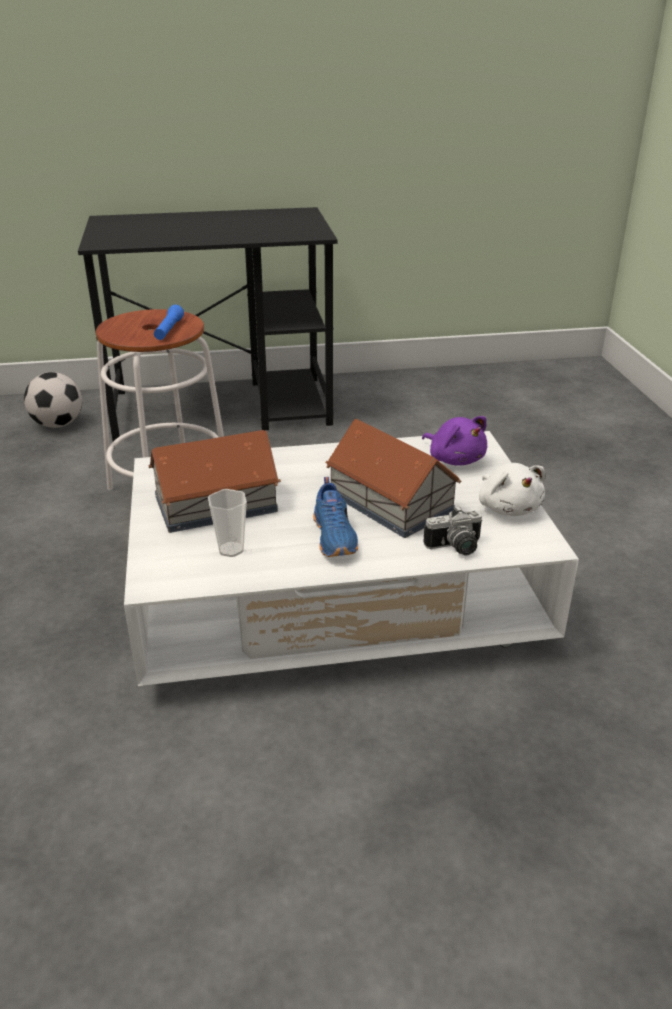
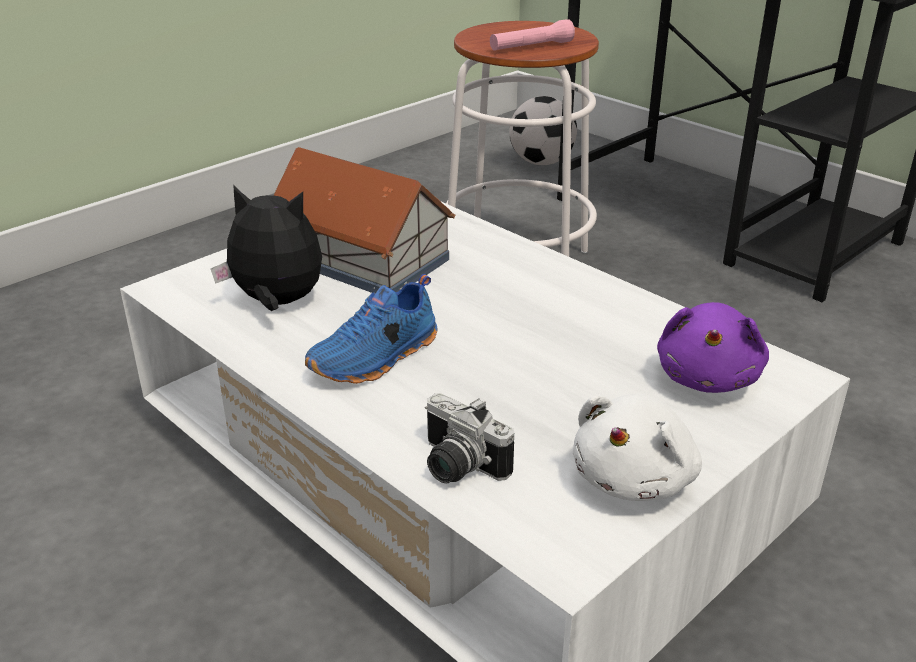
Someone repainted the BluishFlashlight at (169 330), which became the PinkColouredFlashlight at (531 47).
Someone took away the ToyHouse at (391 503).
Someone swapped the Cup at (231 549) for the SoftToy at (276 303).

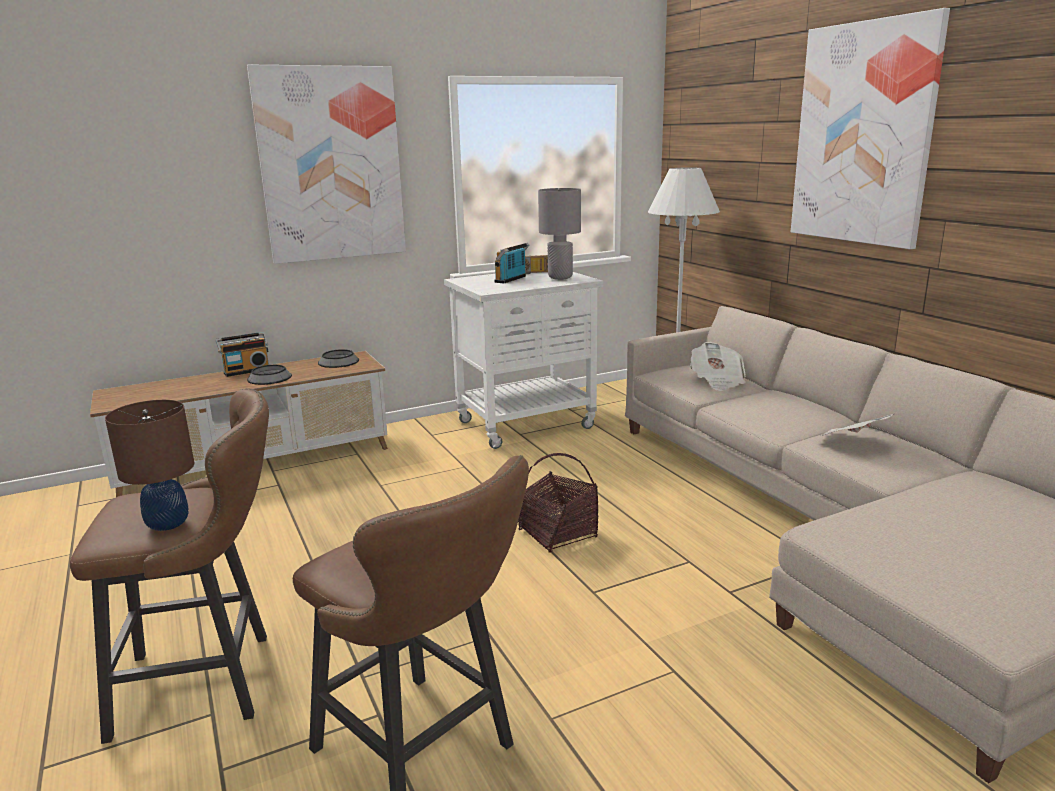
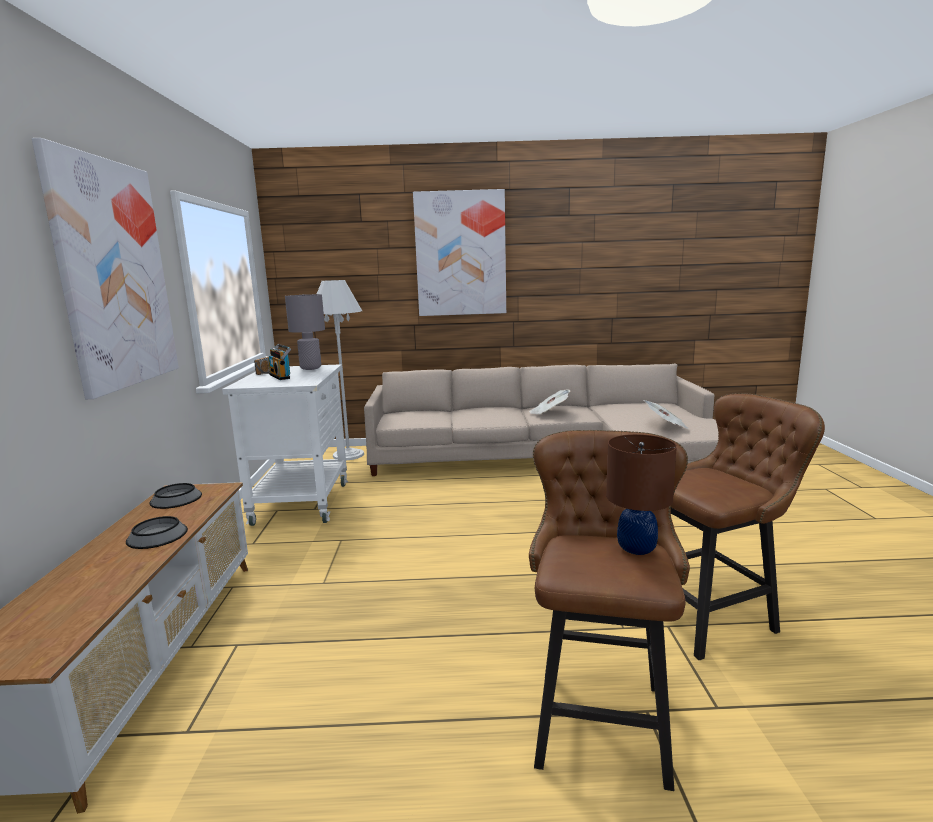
Someone took away the RadioSet at (246 371).
Someone carried the DailyPaper from (717 381) to (665 426).
Someone took away the StorageBasket at (558 534).

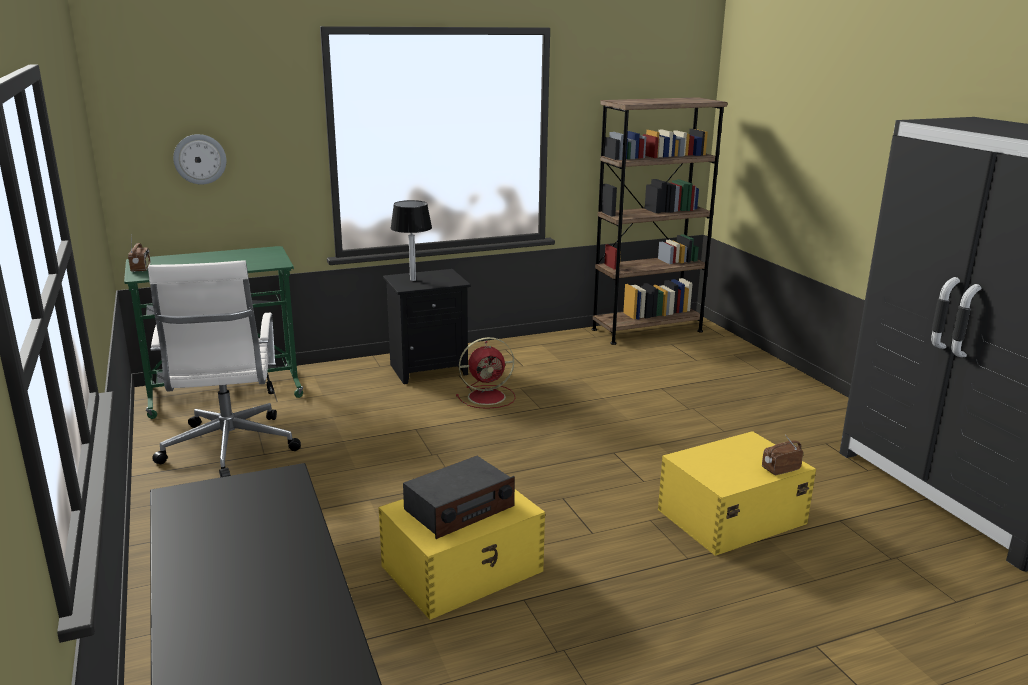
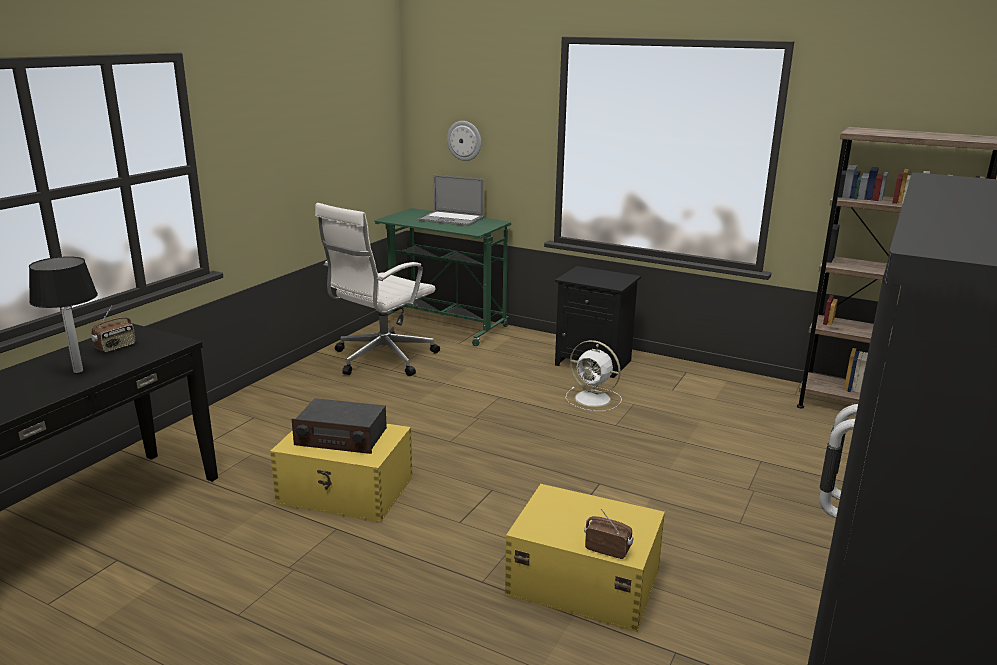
Someone carried the LampForATable from (413 280) to (78 371).
Someone carried the RadioSet from (141 268) to (116 347).
Someone repainted the RedColouredElectricFan at (488 397), which became the WhitishElectricFan at (594 399).
Someone put down the PortableComputer at (451 219).

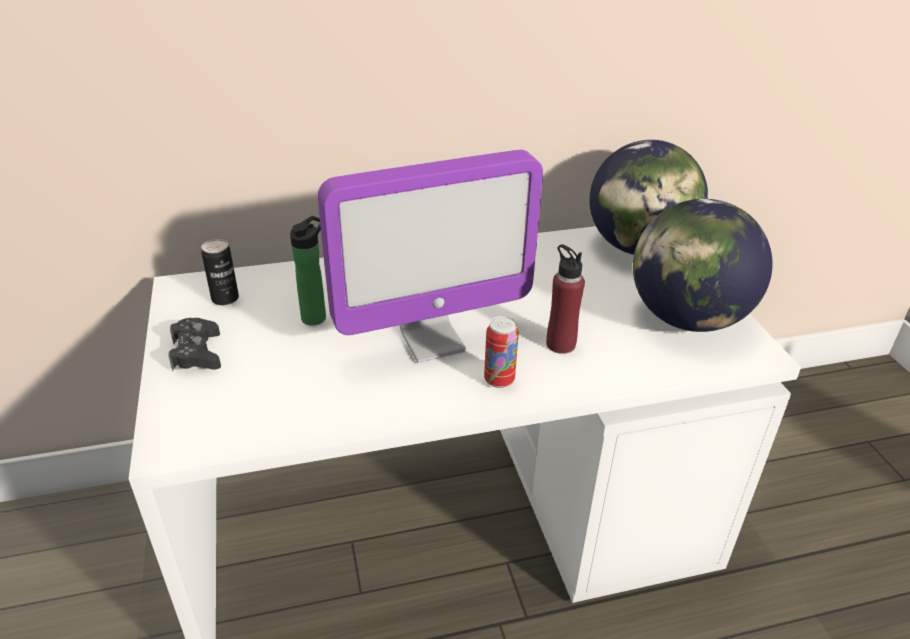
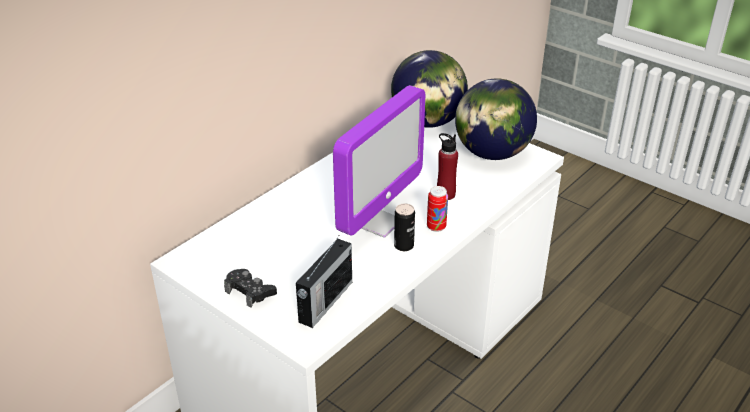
Someone took away the Bottle at (316 316).
Someone carried the Can from (225 298) to (404 246).
Someone put down the RadioSet at (325 302).

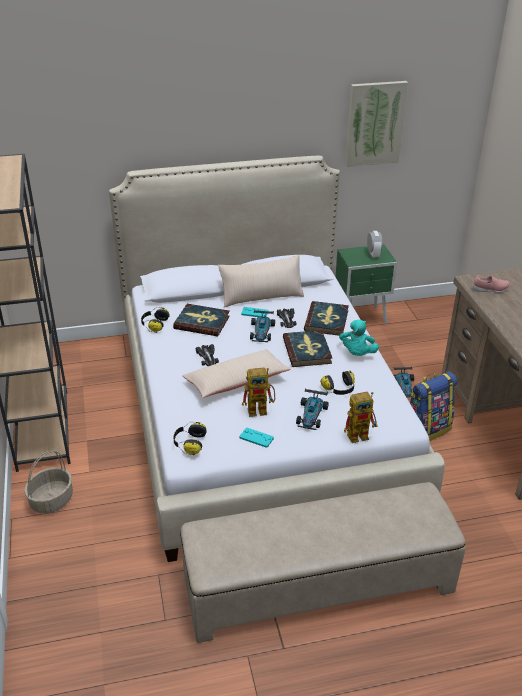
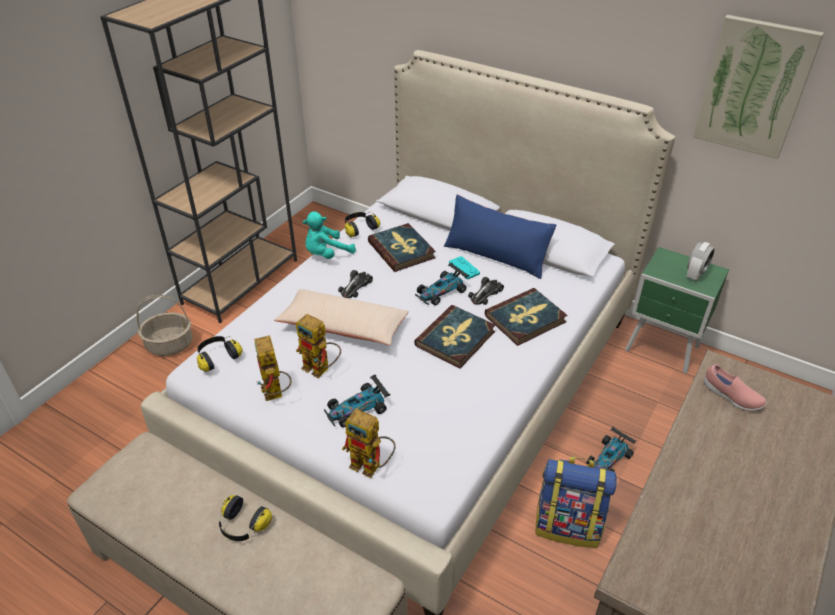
Someone repainted the SandColouredCushion at (261 297), which became the BluishCushion at (496 255).
Someone carried the TurquoiseSoftToy from (357 353) to (327 254).
Someone carried the Headset from (339 389) to (243 526).
Someone swapped the TurquoiseJoypad at (256 438) for the ToyRobot at (276 394).

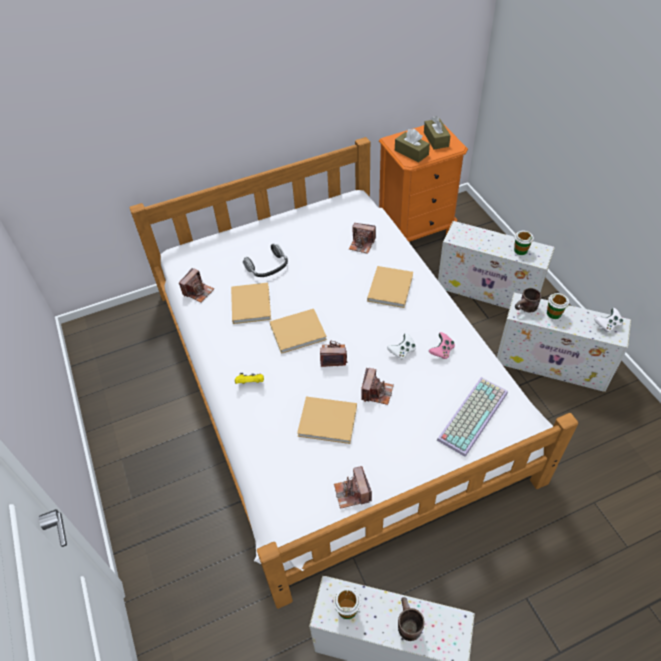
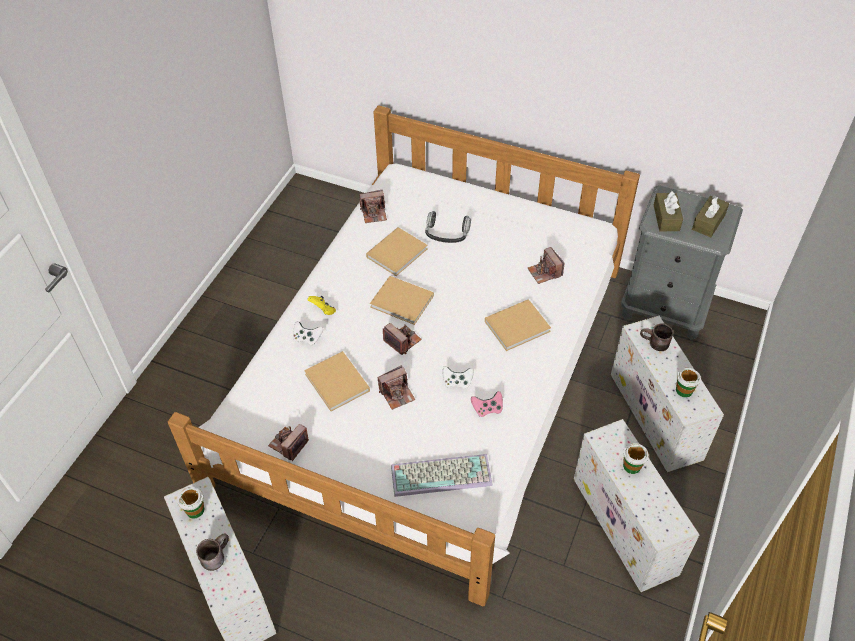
Someone repainted the OrangeyBedsideTable at (417 229), which became the GrayBedsideTable at (664 309).
Someone carried the BrownishTeaMug from (526 309) to (654 344).
Someone carried the WhitishJoypad from (607 325) to (307 338).

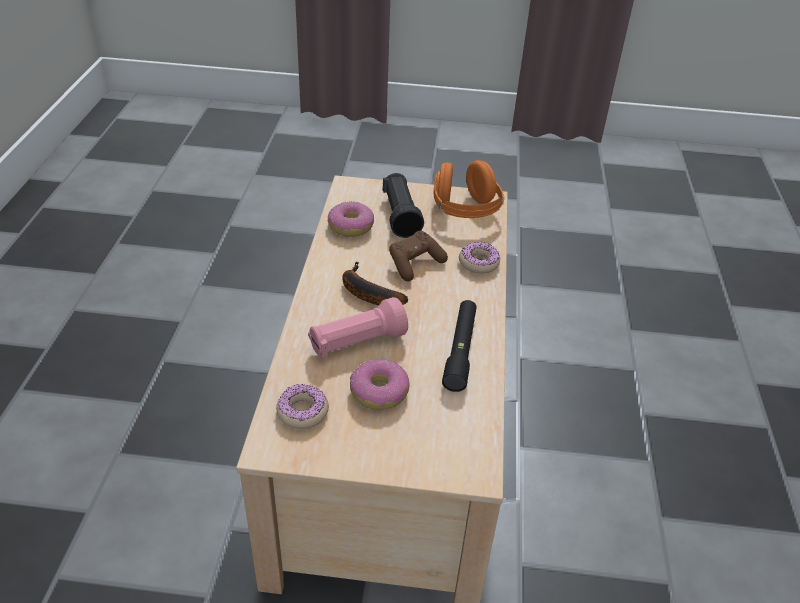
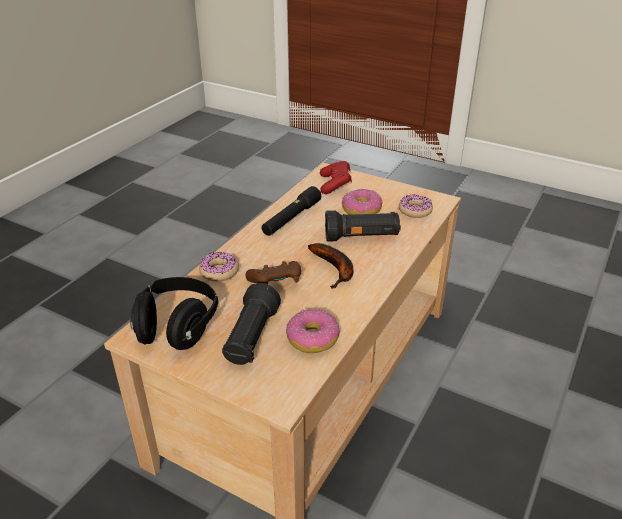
Someone repainted the OrangeyHeadset at (465 210), which became the BlackishHeadset at (177 327).
Someone repainted the PinkColouredFlashlight at (357 342), which became the BlackishFlashlight at (361 237).
Someone put down the RedColouredJoypad at (335 185).

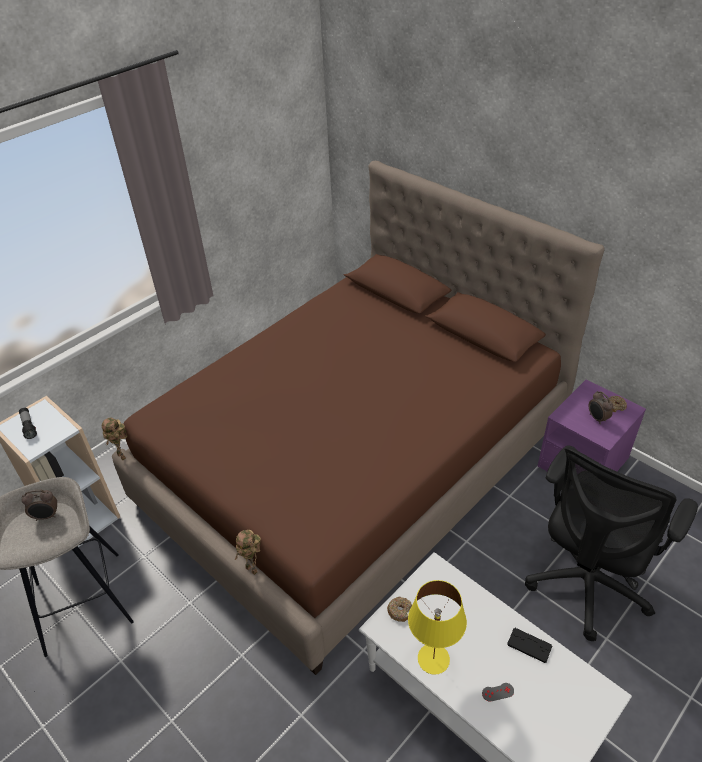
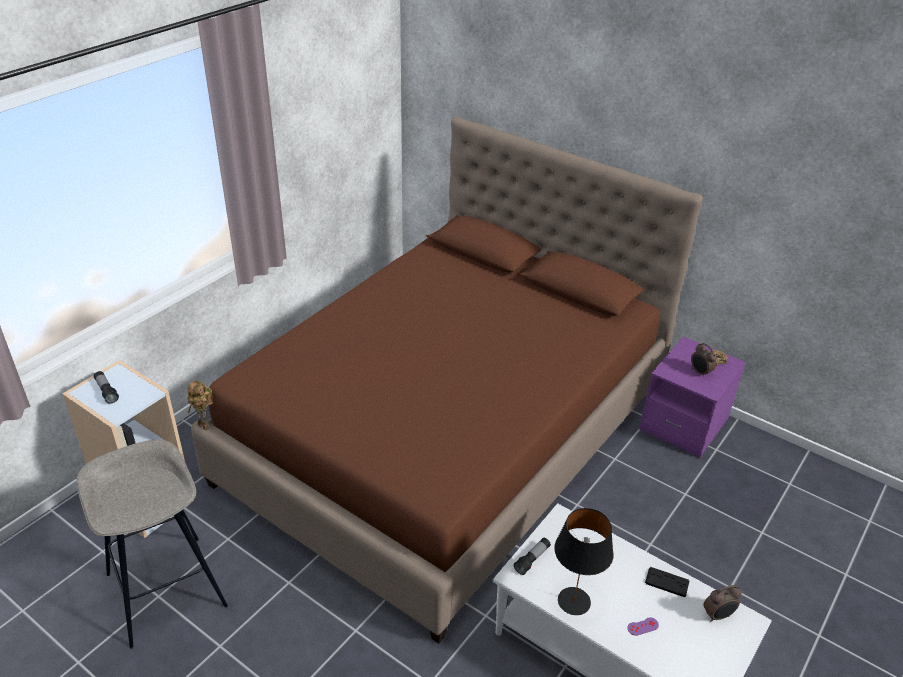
Someone took away the BlackishDeskChair at (588 576).
Someone carried the TableClock from (46 516) to (718 616).
Someone took away the ToyRobot at (253 569).
Someone repainted the YellowLampForATable at (433 659), which became the BlackishLampForATable at (573 601).
Someone swapped the RingDoughnut at (399 611) for the Flashlight at (532 559).
Someone repainted the GrayJoypad at (497 692), which became the PurpleJoypad at (643 626).

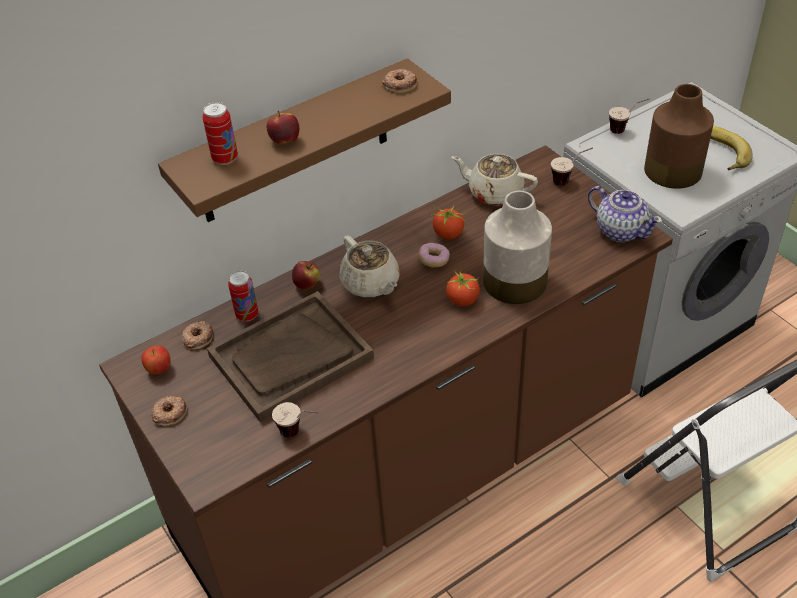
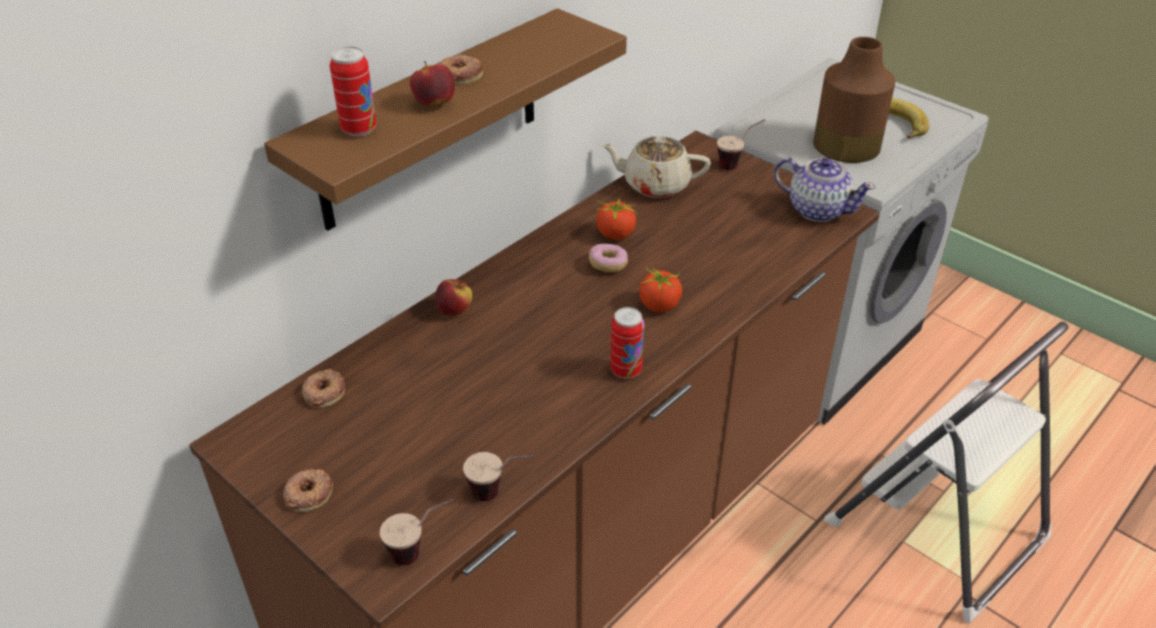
Someone carried the RingDoughnut from (399 84) to (459 75).
Someone carried the Cup from (625 129) to (422 550).
Someone took away the SandColouredDecorativeVase at (514 281).
Someone took away the SandColouredPotForTea at (371 283).
Someone carried the Can from (247 315) to (626 370).
Someone took away the BrownishCarryingTray at (290 358).
Someone took away the AppleFruit at (159 369).

